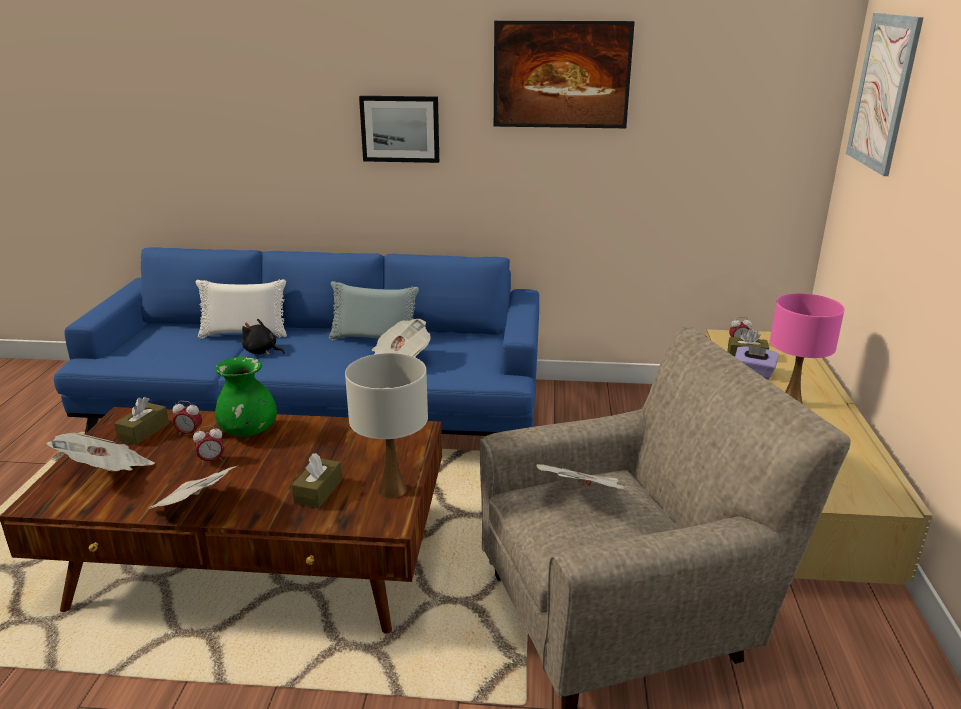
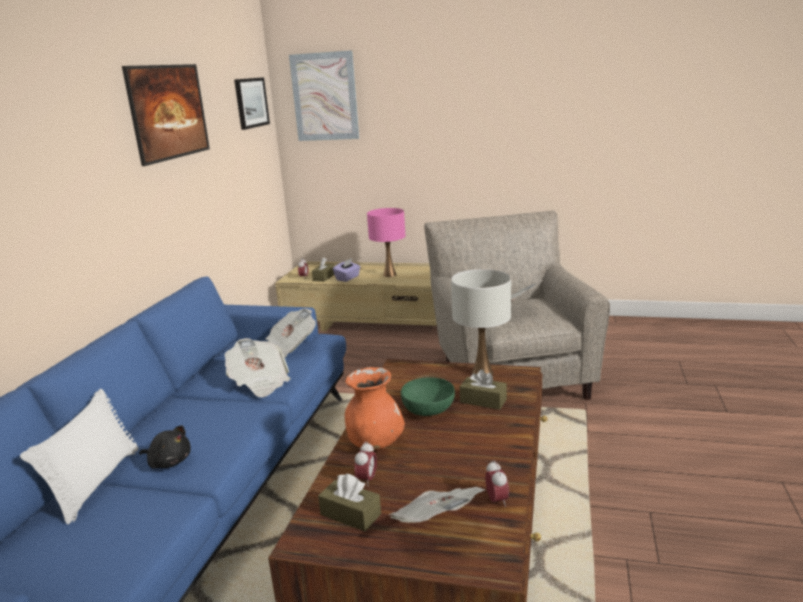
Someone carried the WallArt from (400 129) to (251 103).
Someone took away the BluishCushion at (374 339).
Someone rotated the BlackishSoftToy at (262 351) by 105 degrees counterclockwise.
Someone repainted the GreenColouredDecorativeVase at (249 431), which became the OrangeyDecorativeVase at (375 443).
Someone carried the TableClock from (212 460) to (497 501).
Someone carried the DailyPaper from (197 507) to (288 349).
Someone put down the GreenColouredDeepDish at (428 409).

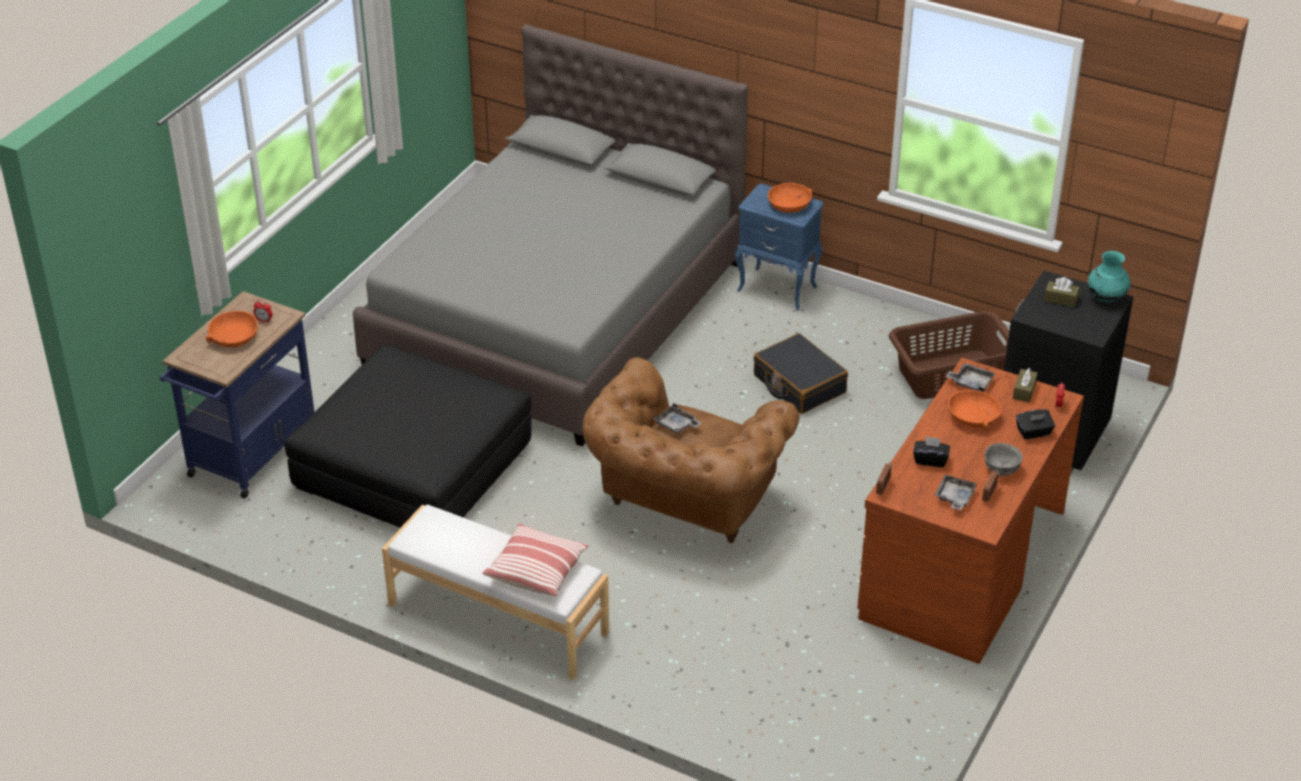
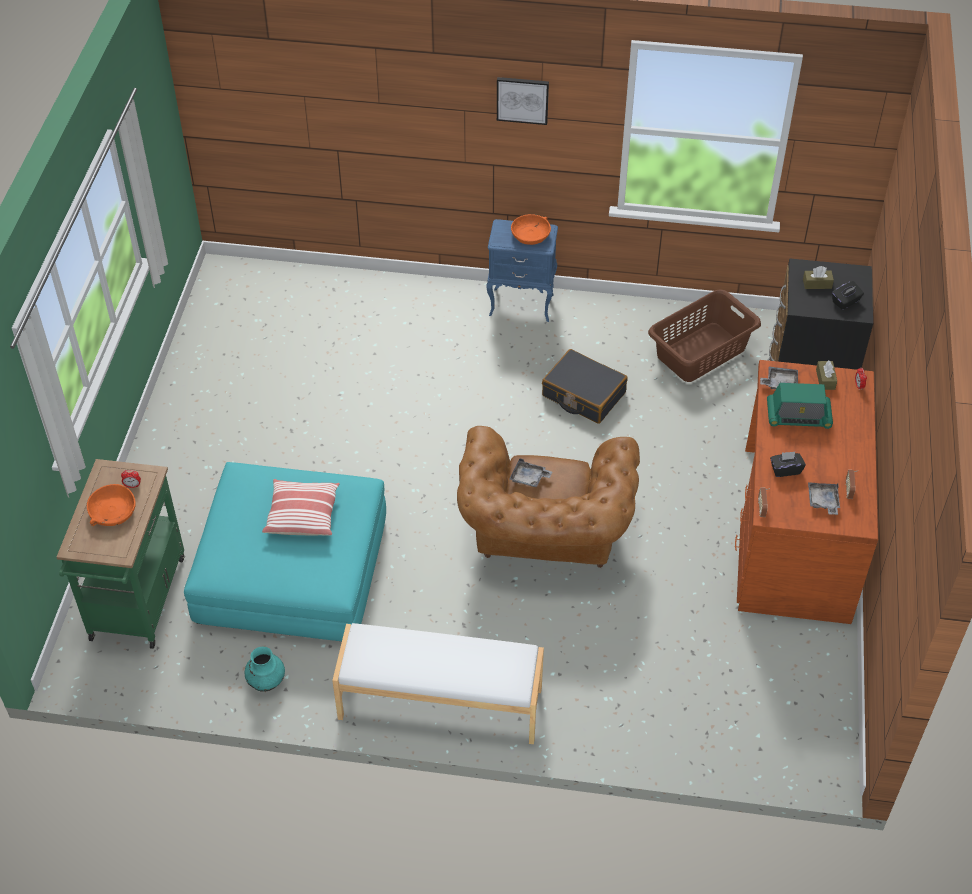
Someone took away the GrayBedroomBed at (557 314).
Someone carried the TurquoiseDecorativeVase from (1106 298) to (266 681).
Someone repainted the BluishWheeledCart at (250 456), which became the GreenColouredWheeledCart at (137 601).
Someone repainted the BlackishFootrest at (414 466), which became the TurquoiseFootrest at (292 569).
Someone swapped the OrangeyDeepDish at (973 416) for the RadioSet at (798 416).
Someone carried the BlackishTissueHolder from (1034 432) to (846 302).
Someone took away the GrayDeepDish at (1002 469).
Someone carried the Cushion from (536 570) to (302 515).
Someone put up the WallArt at (522 99).

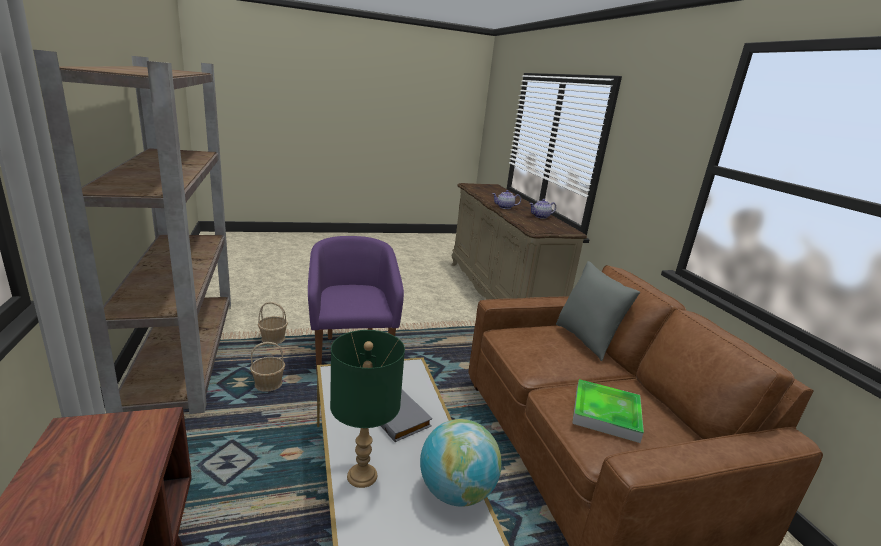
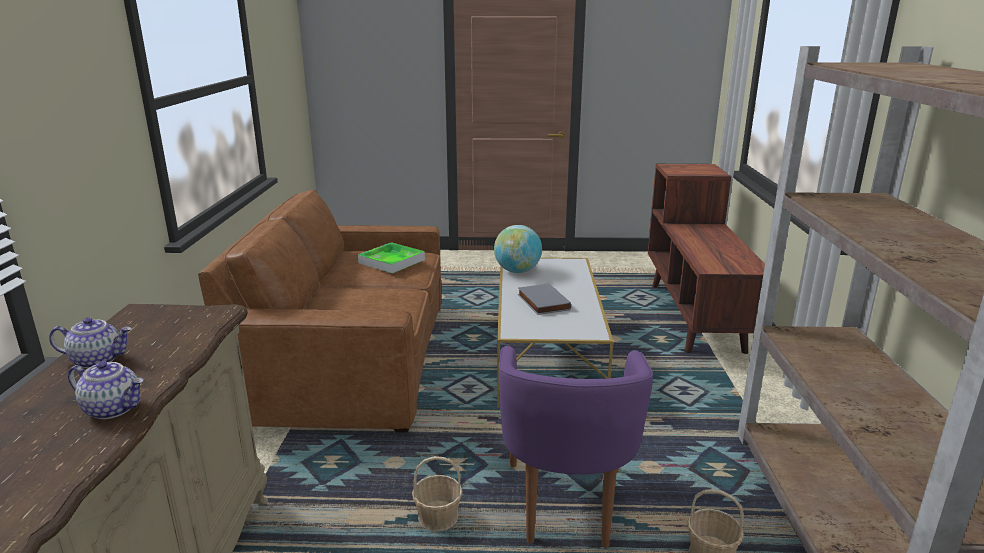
Someone took away the GrayCushion at (586 340).
Someone took away the GreenColouredLampForATable at (362 475).
Someone carried the StorageBasket from (268 383) to (437 517).

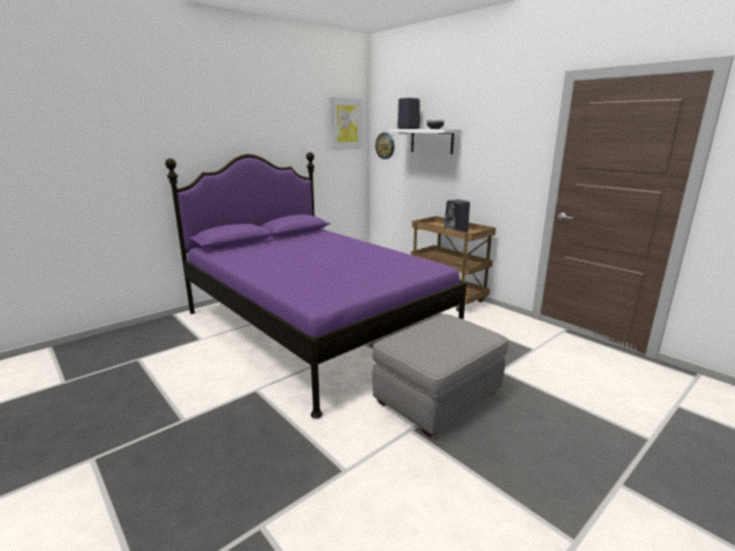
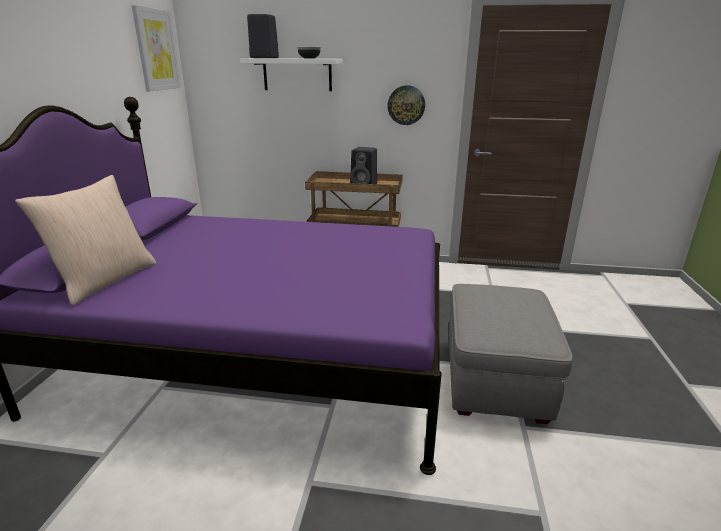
Someone carried the WallClock from (385 145) to (406 105).
Someone put down the SandColouredCushion at (105 280).

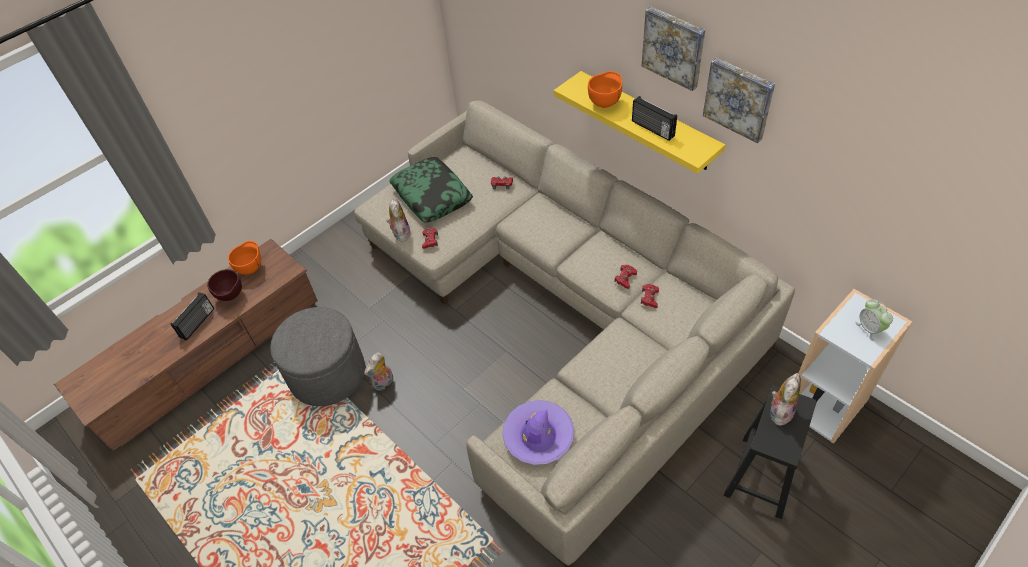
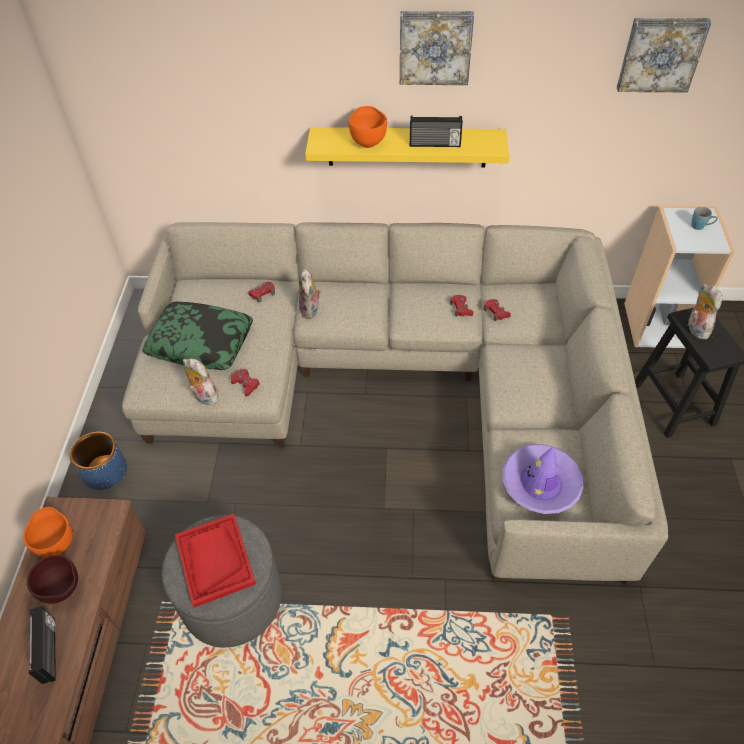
Someone carried the WallArt from (739 98) to (661 54).
Someone swapped the TableClock at (869 329) for the BluishTeaMug at (700 226).
Someone carried the SoftToy from (383 383) to (311 310).
Someone put down the BluishPlanter at (105 472).
Someone put down the RedColouredCarryingTray at (215 560).

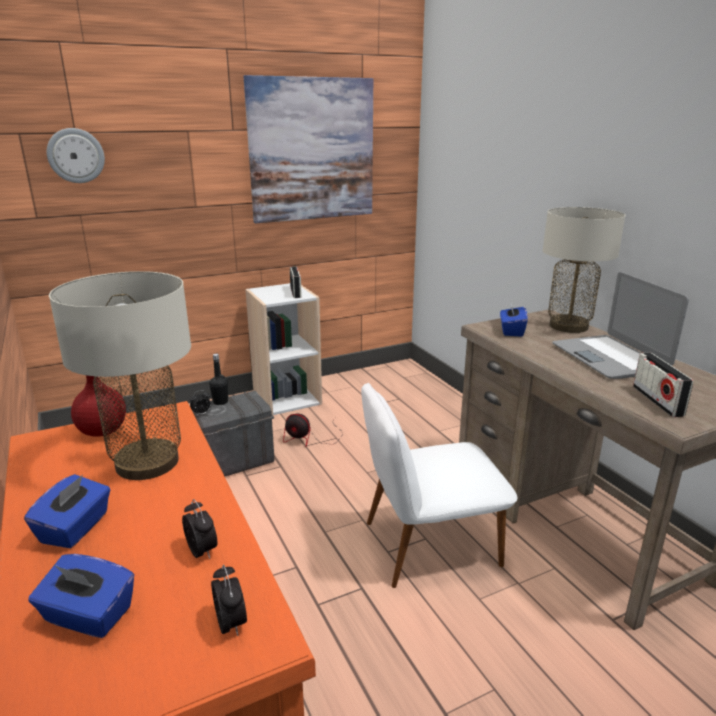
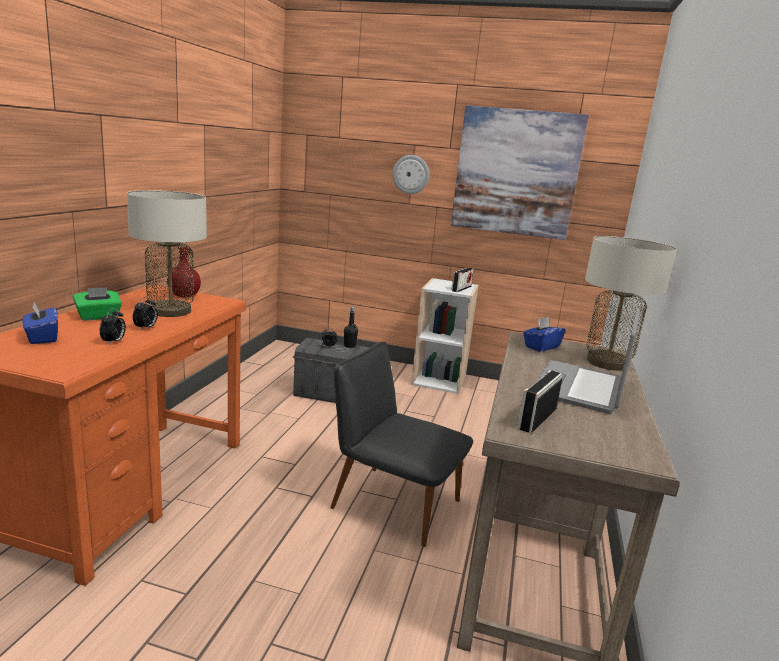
Someone carried the WallClock from (76 155) to (411 174).
Someone repainted the WhitishPlainChair at (431 543), which became the BlackishPlainChair at (396 504).
Someone took away the ElectricFan at (311 438).
Someone repainted the BluishTissueHolder at (75 528), which became the GreenColouredTissueHolder at (99 316).
Someone carried the TableClock from (231 624) to (146 328).

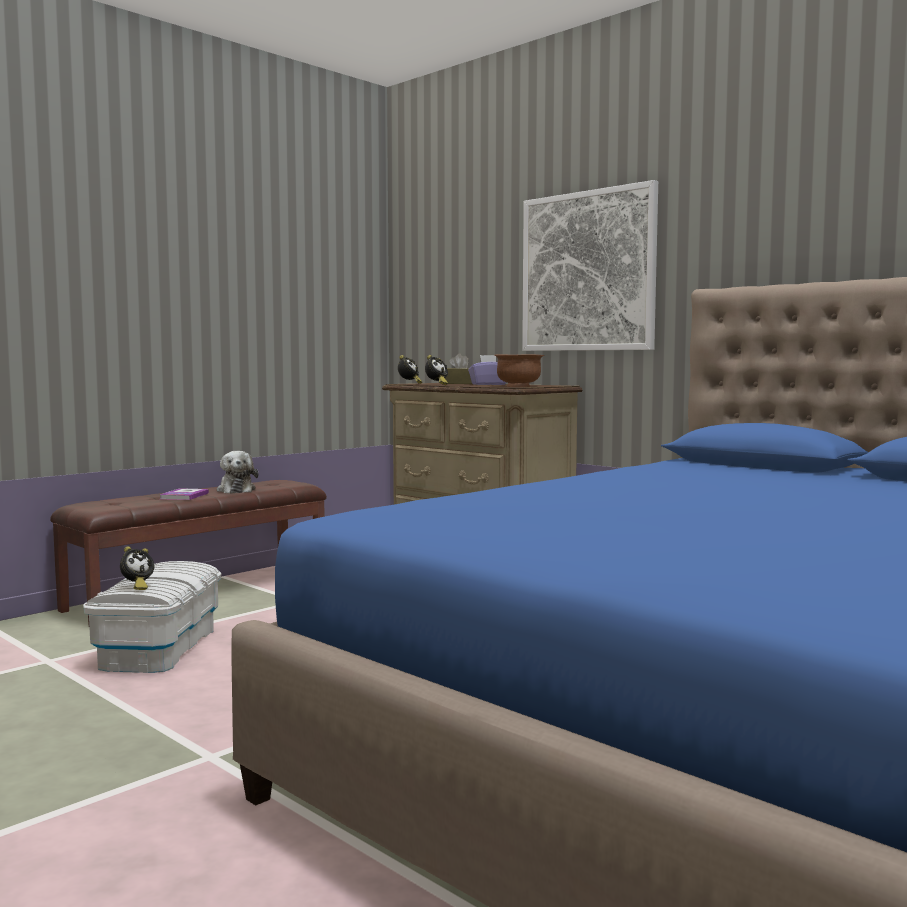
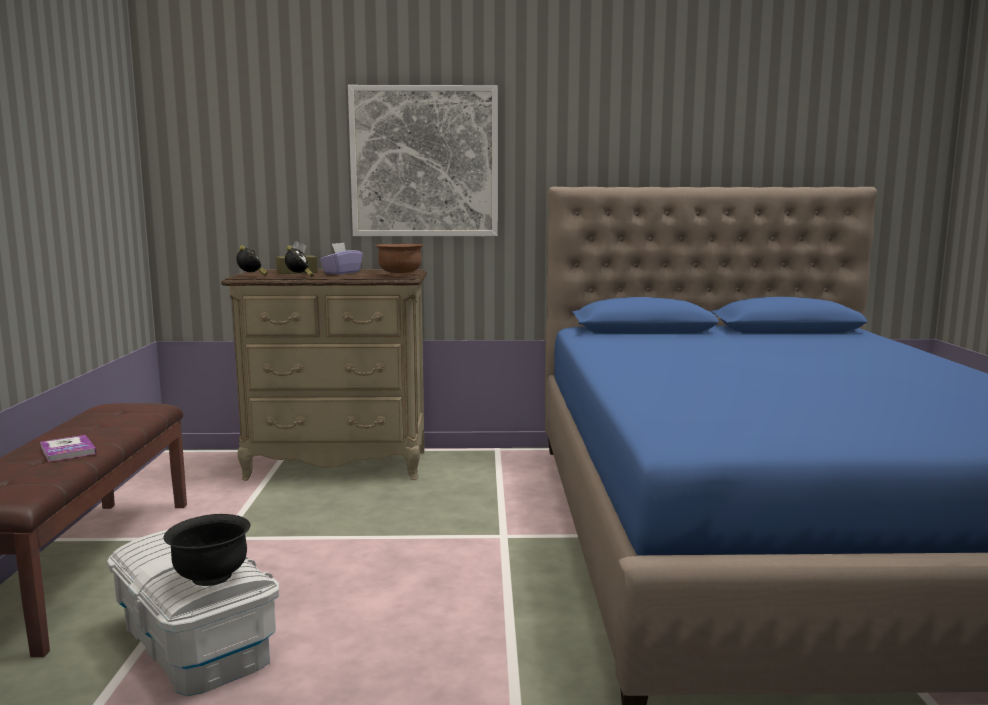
Someone took away the SoftToy at (236 490).
Someone swapped the TableClock at (137 587) for the BlackishDeepDish at (211 577).

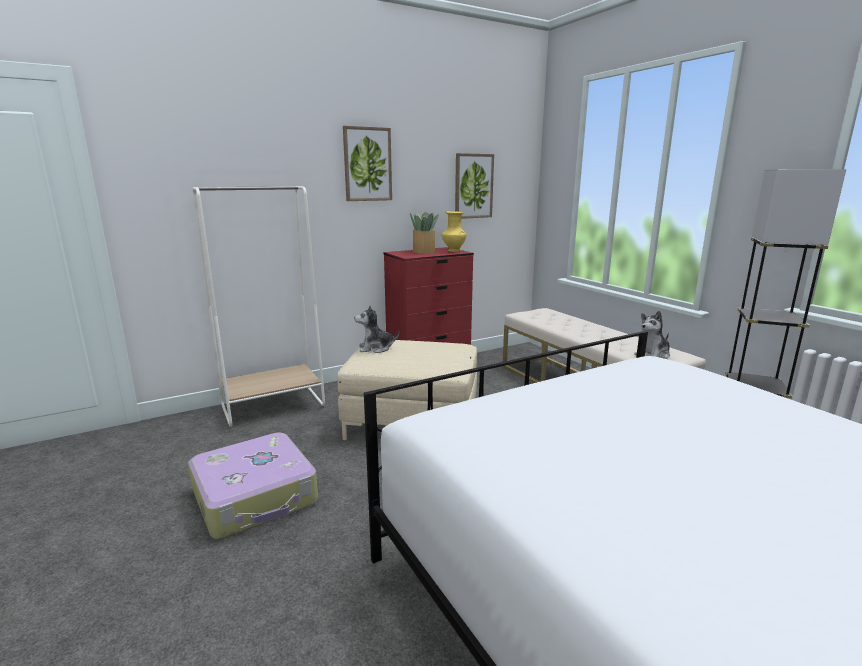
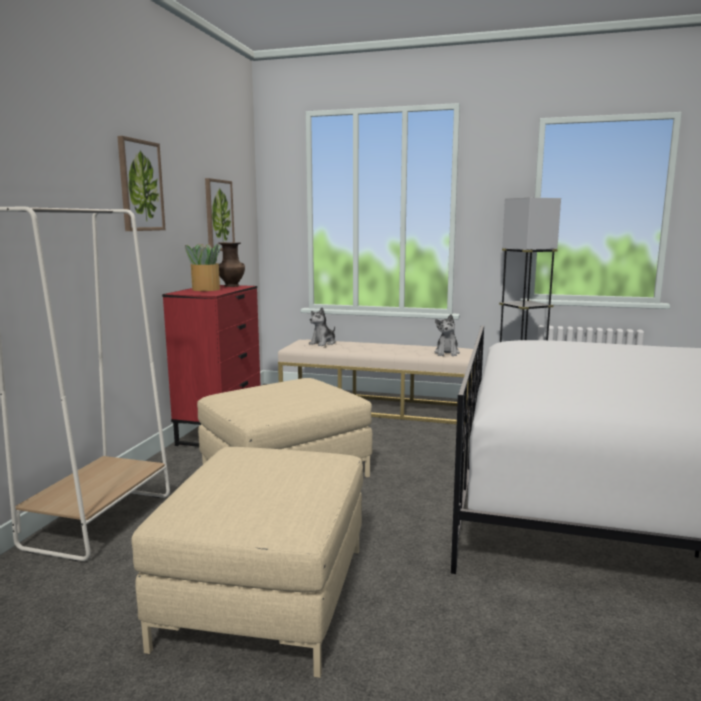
Someone repainted the YellowDecorativeVase at (453 250), which became the BrownishDecorativeVase at (231 286).
Someone carried the SoftToy from (376 348) to (323 343).
Someone swapped the PieceOfLuggage at (256 497) for the SandColouredFootrest at (265 594).

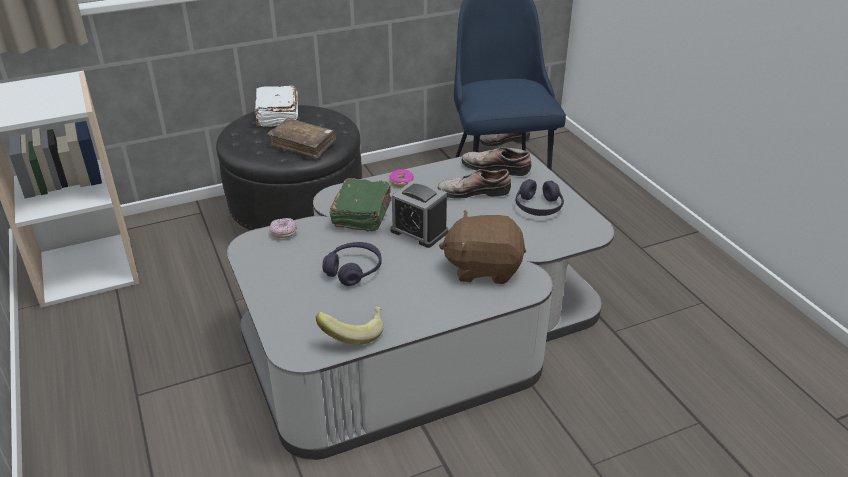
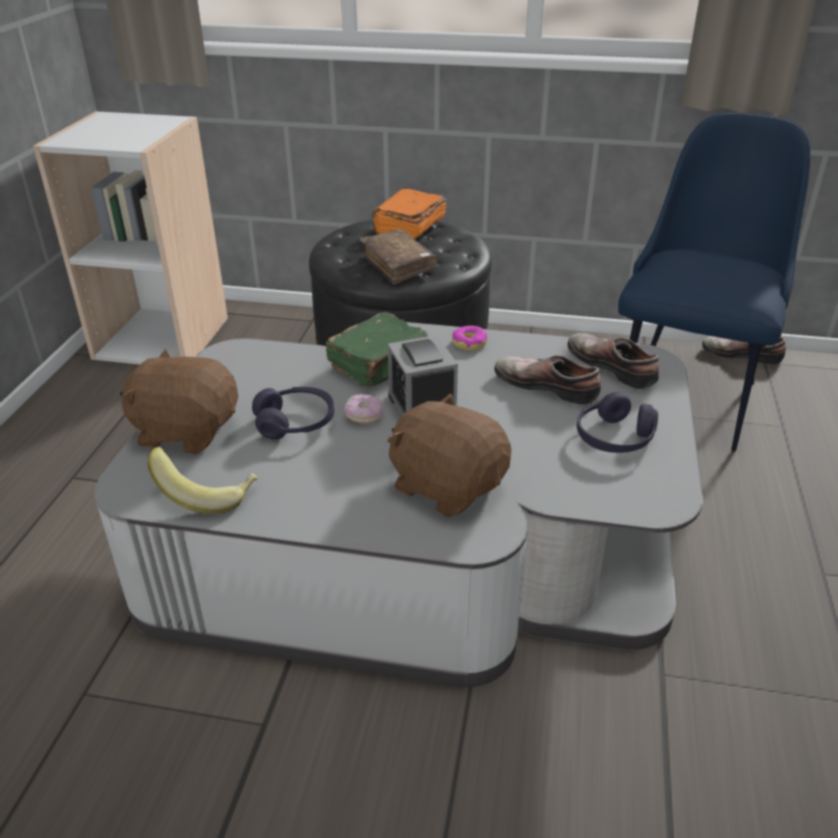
Someone repainted the WhitishBook at (277 116), which became the OrangeyBook at (408 227).
Someone carried the RingDoughnut from (283 233) to (364 416).
Someone put down the BrownishSoftToy at (186 431).

